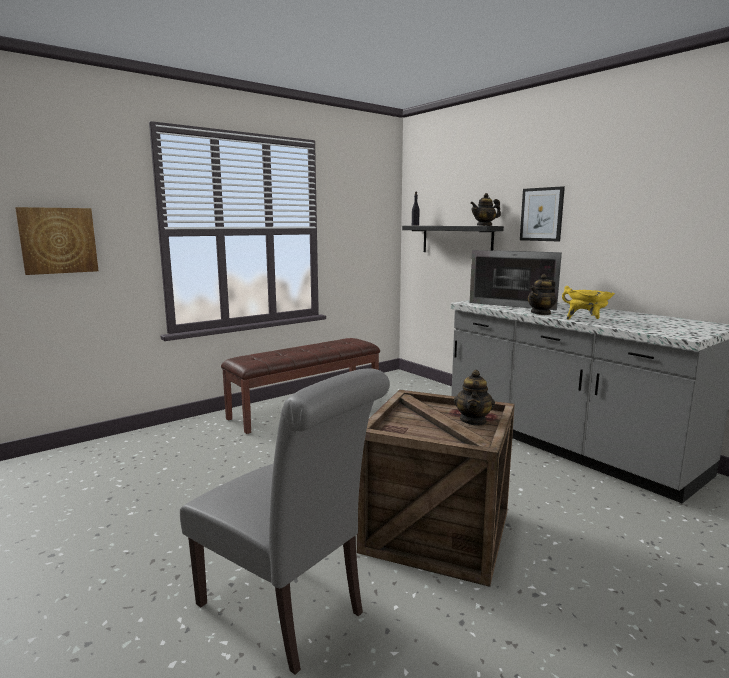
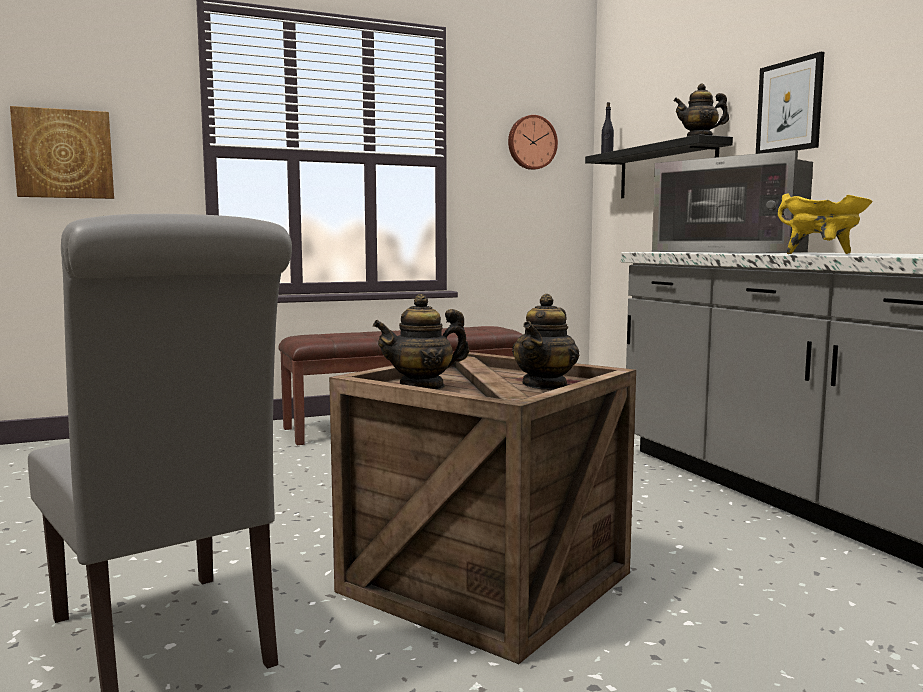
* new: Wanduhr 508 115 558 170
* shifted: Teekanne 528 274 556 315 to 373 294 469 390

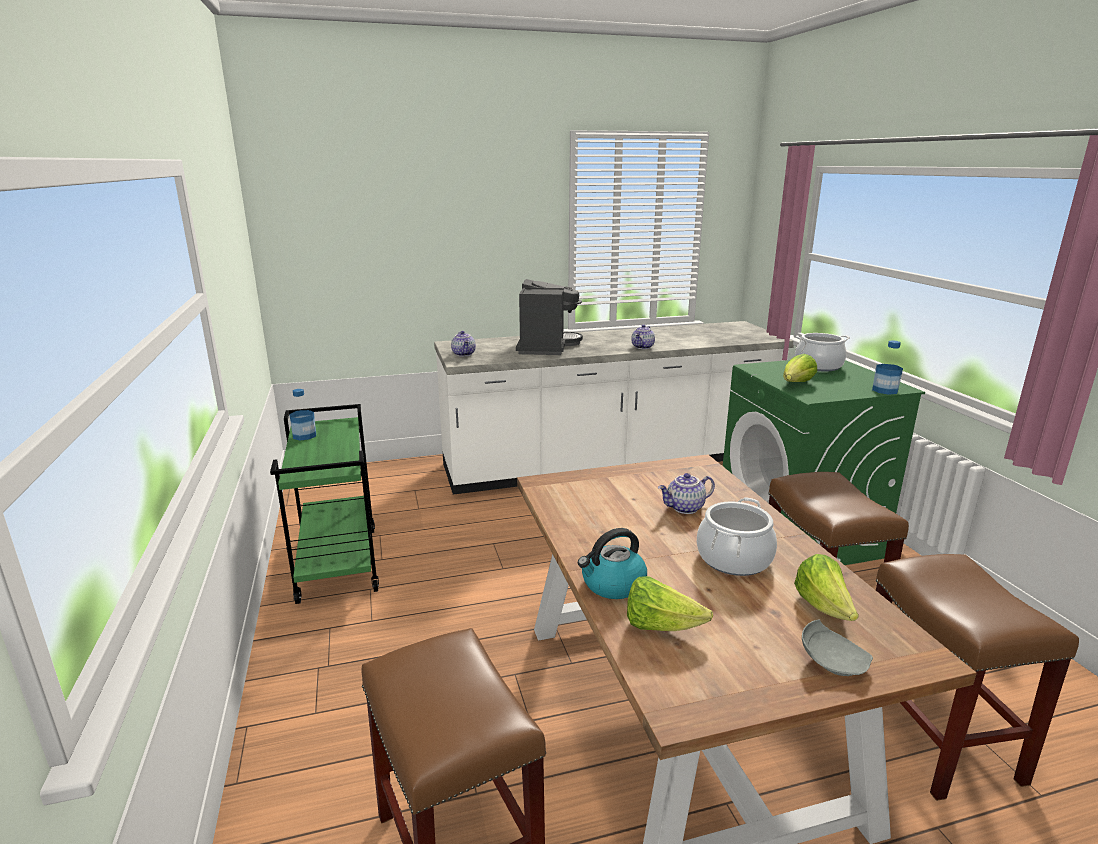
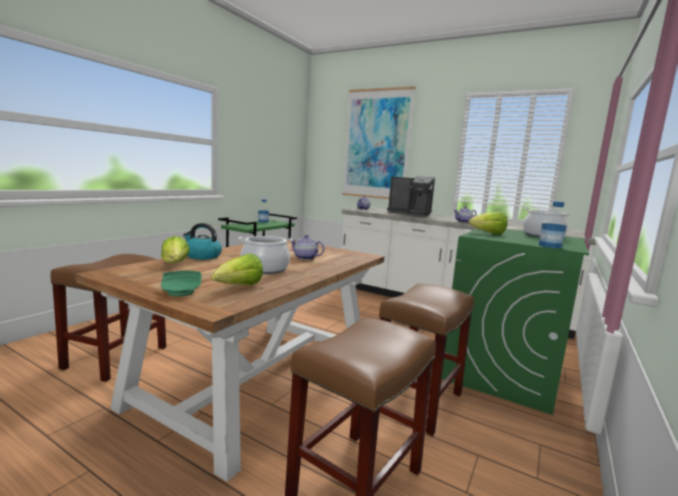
* new: Bild 342 86 415 199
* repainted: Teller [grau] 802 619 873 676 to Teller [grün] 161 271 202 297
* rotated: Kaffeemaschine 516 279 583 355 = 387 176 435 217 60 degrees clockwise

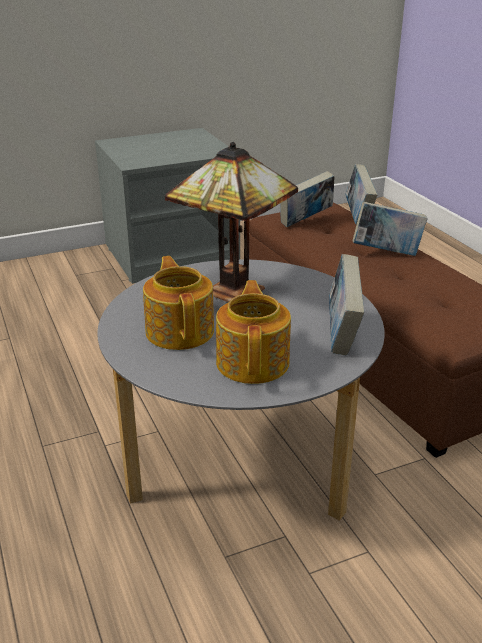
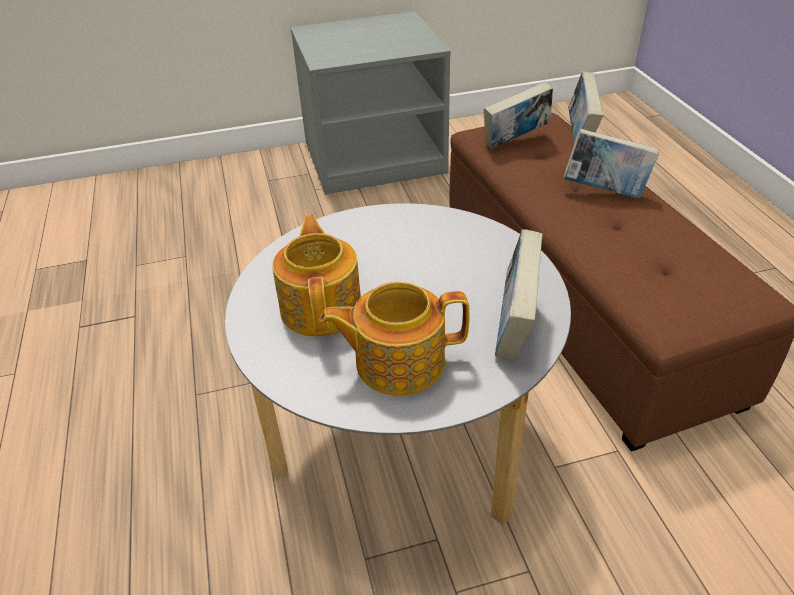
* gone: Tischlampe 165 142 298 302
* rotated: Teekanne 216 280 291 384 = 320 282 470 396 105 degrees counterclockwise

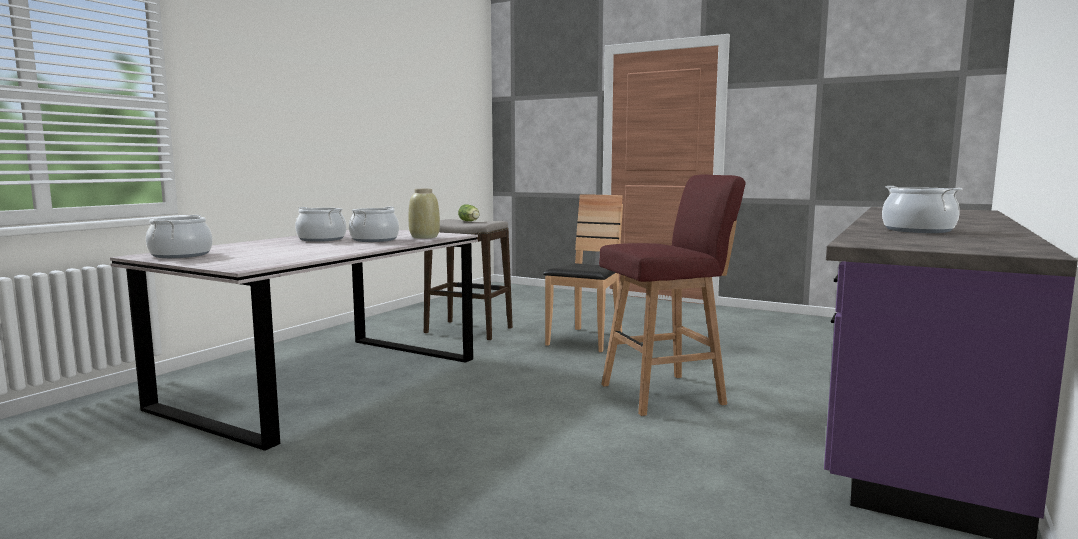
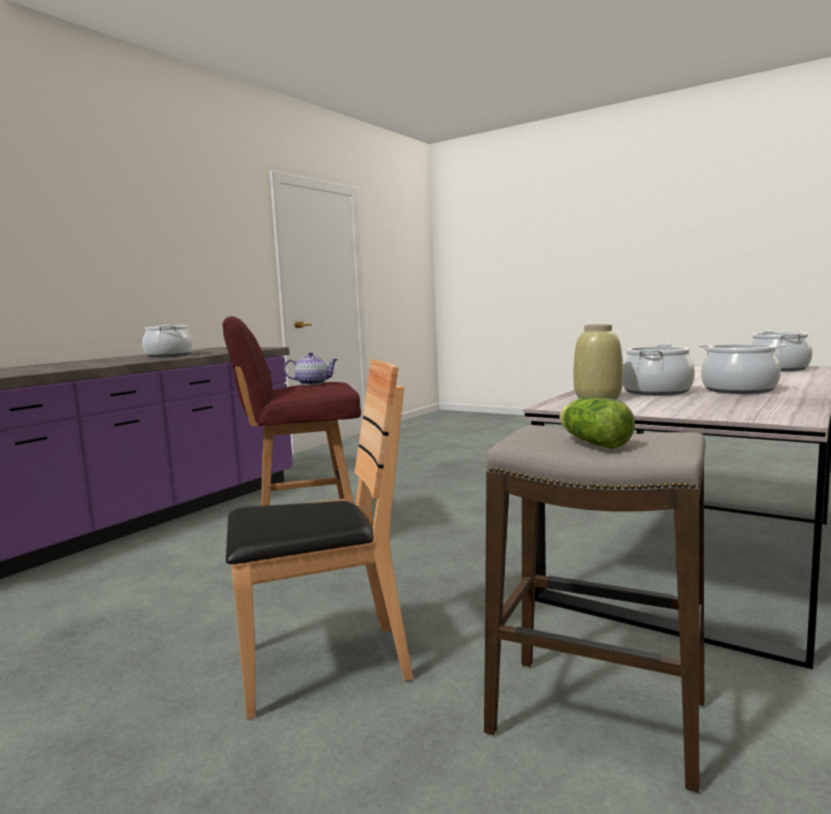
* new: Teekanne 284 352 338 385
* rotated: Stuhl [braun] 543 194 623 352 = 226 359 413 719 135 degrees counterclockwise

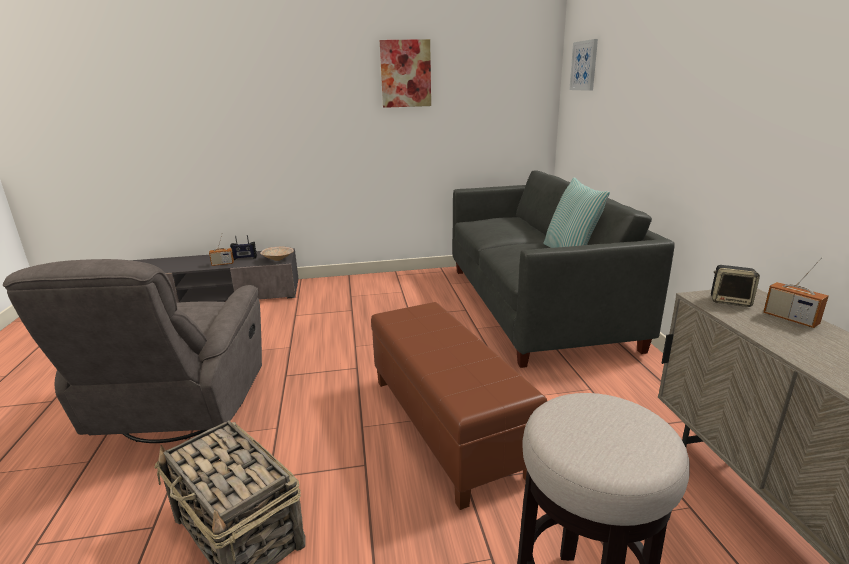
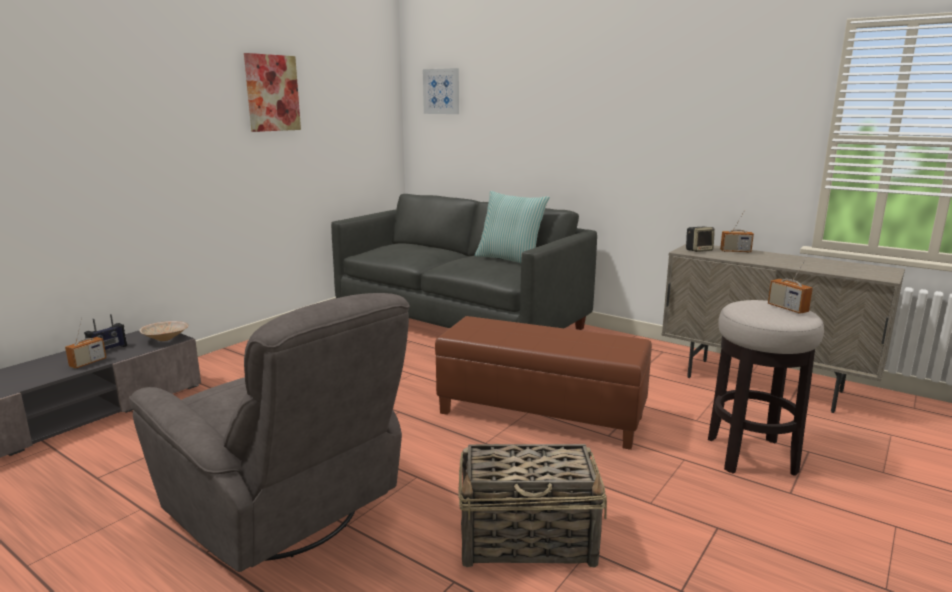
* new: Radio 768 256 813 314

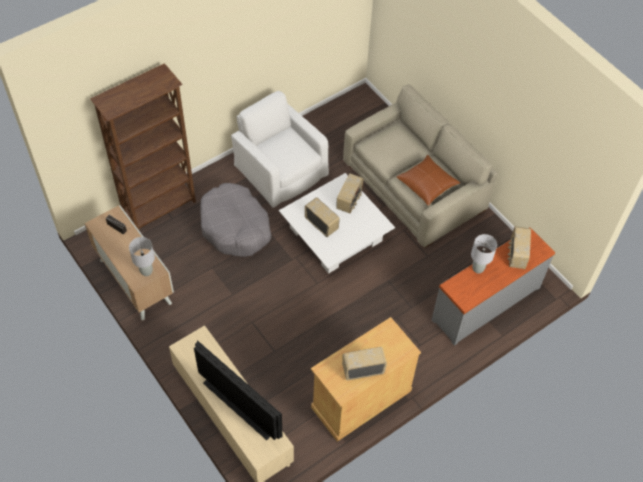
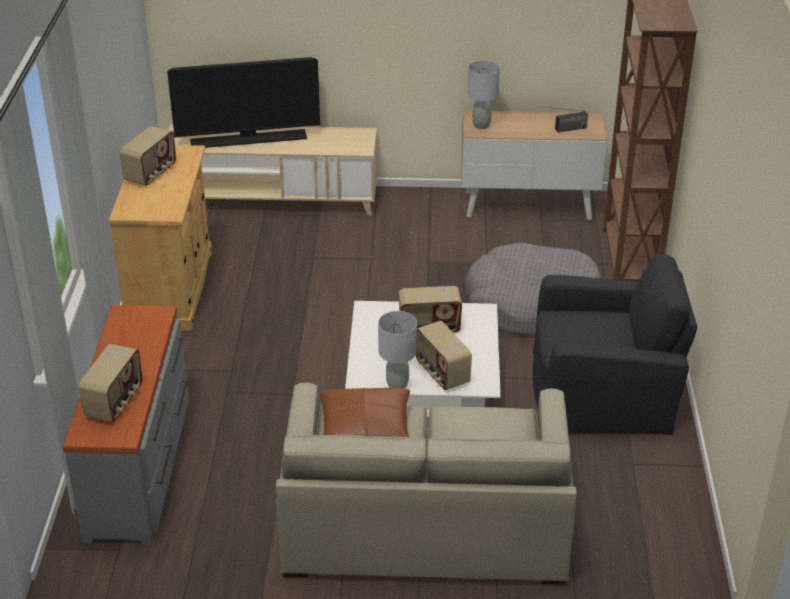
* shifted: Tischlampe [grau] 471 234 497 274 to 378 311 417 388
* repainted: Sessel [weiß] 231 91 329 208 to Sessel [schwarz] 533 254 697 435
* rotated: Radio 508 226 531 269 = 79 344 142 422 60 degrees clockwise

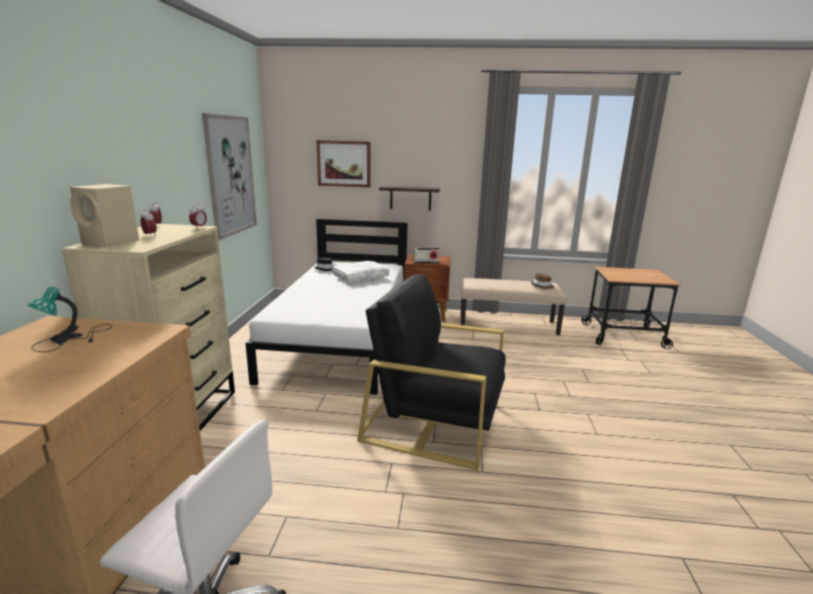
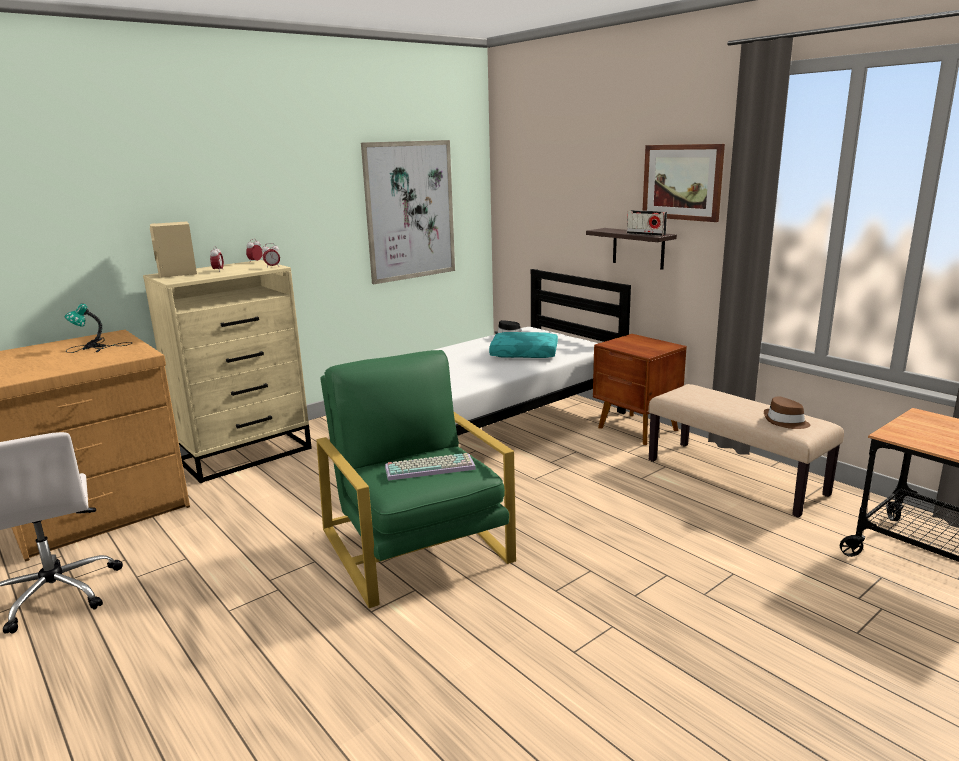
* new: Tastatur 385 453 476 481
* shifted: Bild 316 140 370 187 to 643 144 725 222
* shifted: Radio 414 248 440 263 to 627 210 667 236
* repainted: Kissen [weiß] 332 261 389 283 to Kissen [türkis] 489 332 558 358
* repainted: Sessel [schwarz] 357 274 506 471 to Sessel [grün] 316 350 516 608

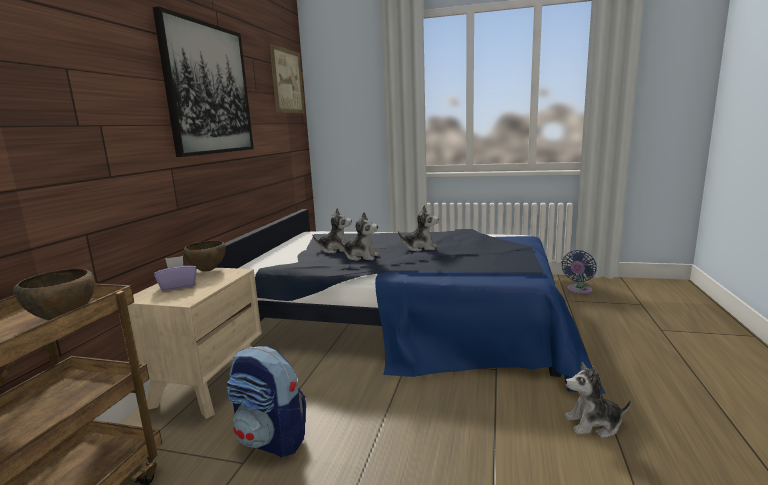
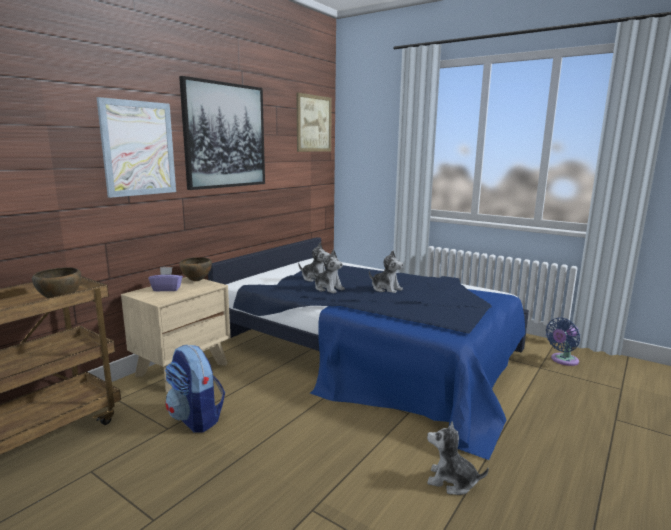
* new: Bild 96 97 176 198

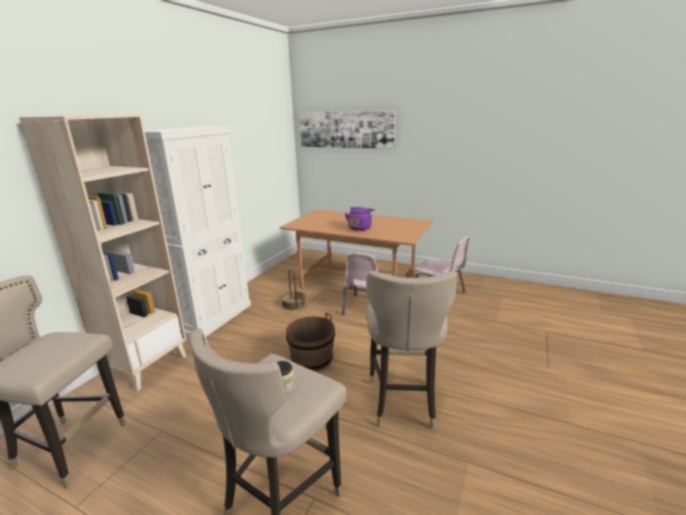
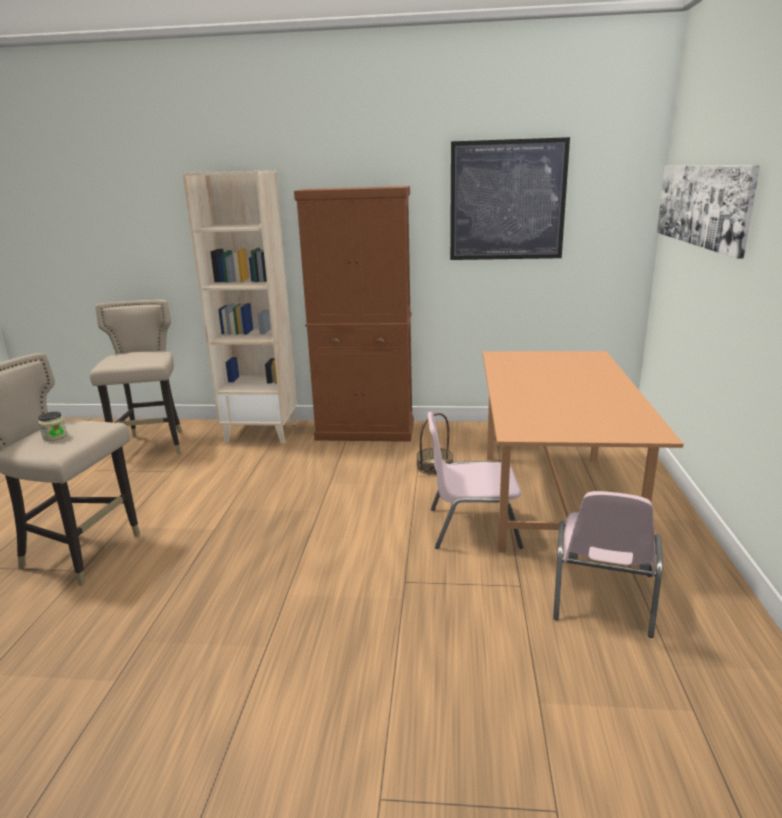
* gone: Eimer [braun] 286 312 335 372
* gone: Wasserkessel [lila] 345 207 375 231
* gone: Hocker [beige] 366 271 457 430
* new: Bild 450 137 570 260
* repainted: Schrank [weiß] 144 126 251 338 to Schrank [braun] 294 186 414 442

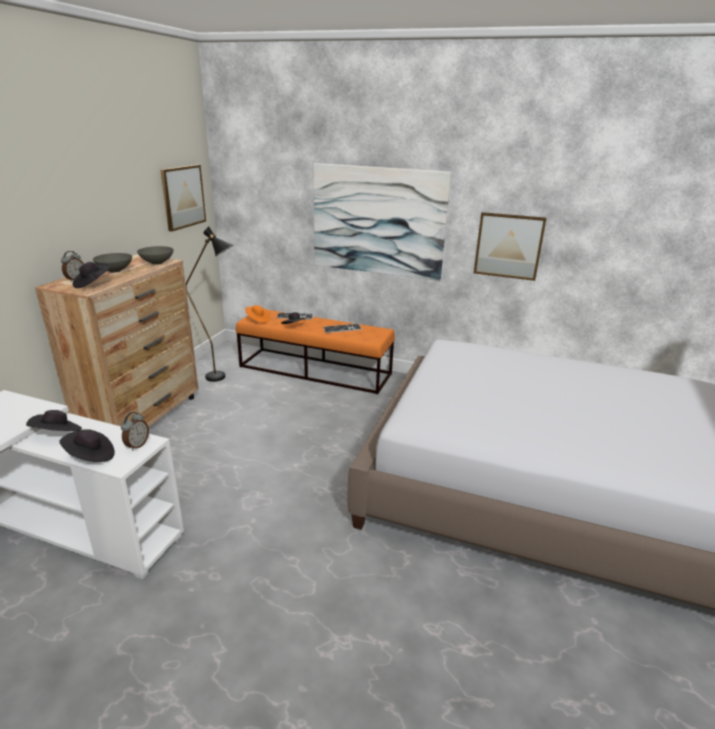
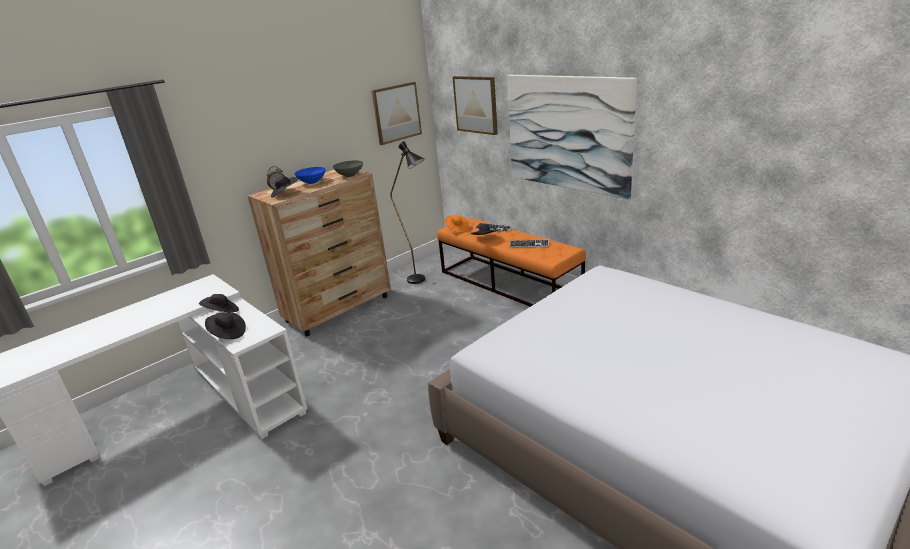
* gone: Wecker 121 412 149 451
* shifted: Bild 474 212 547 281 to 453 76 498 135
* repainted: Schüssel [grau] 93 253 132 273 to Schüssel [blau] 295 167 326 184

